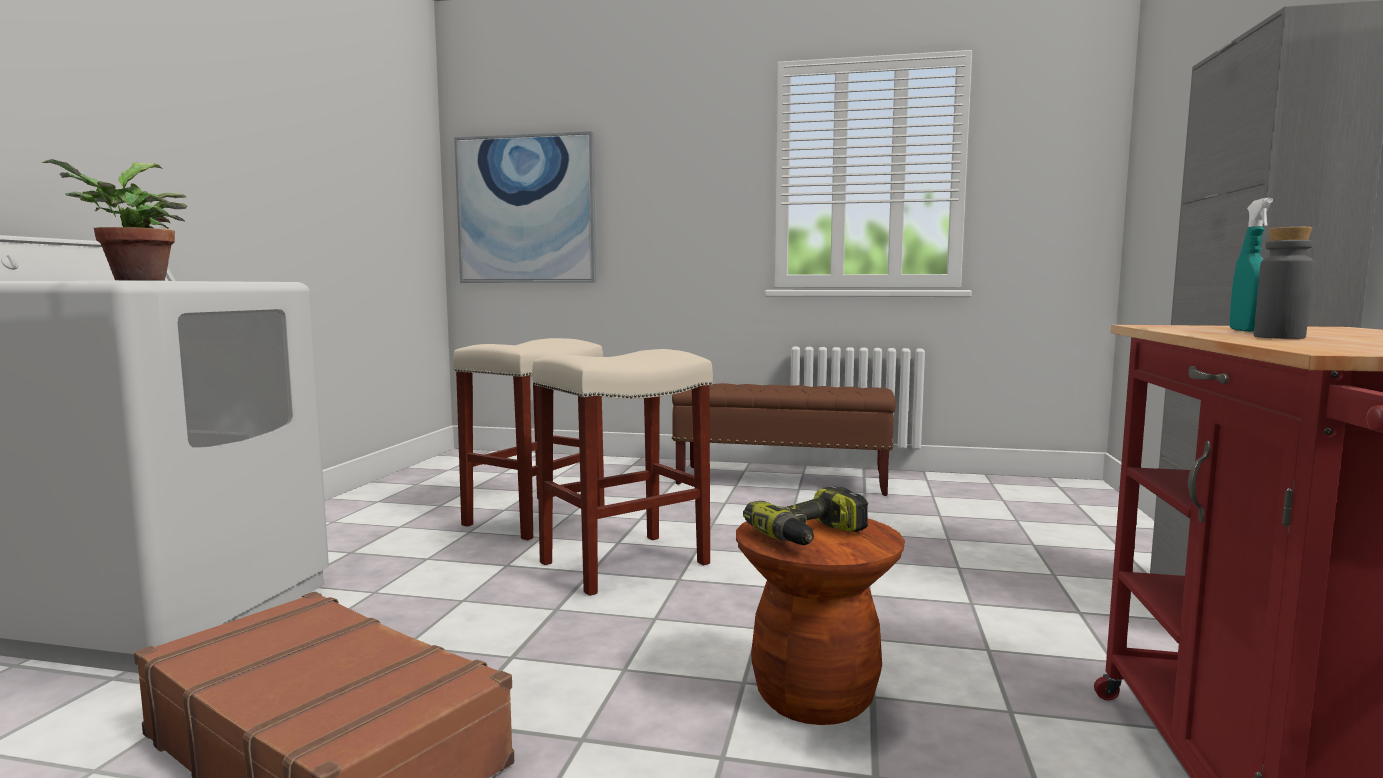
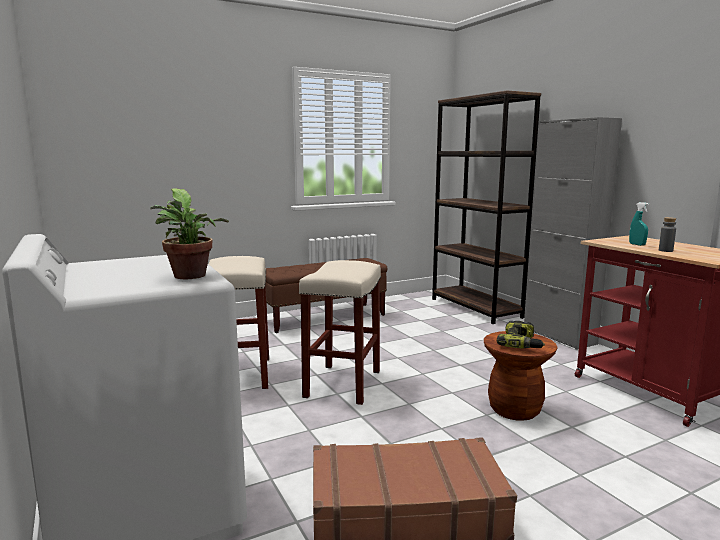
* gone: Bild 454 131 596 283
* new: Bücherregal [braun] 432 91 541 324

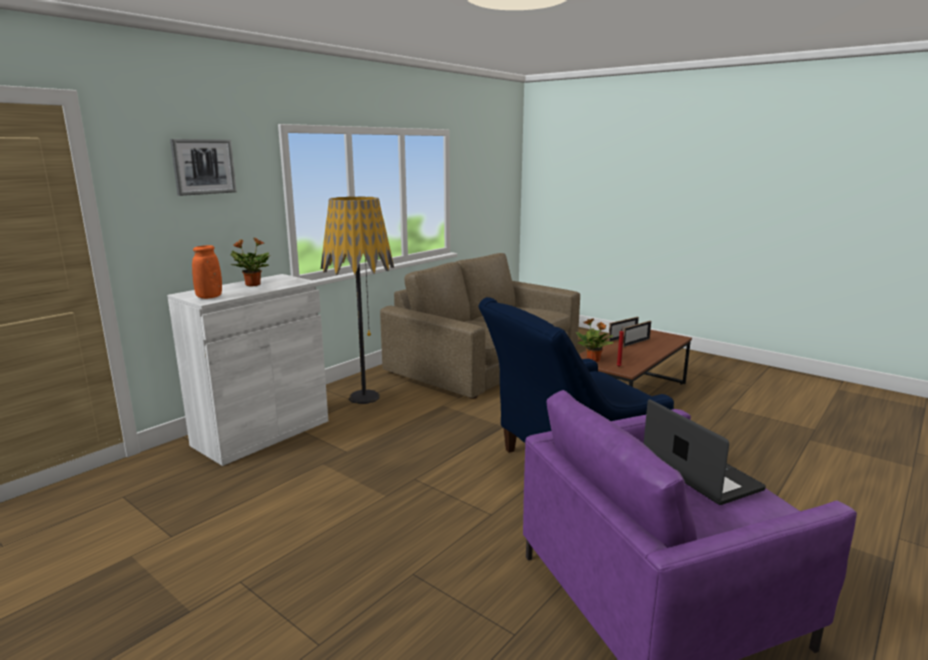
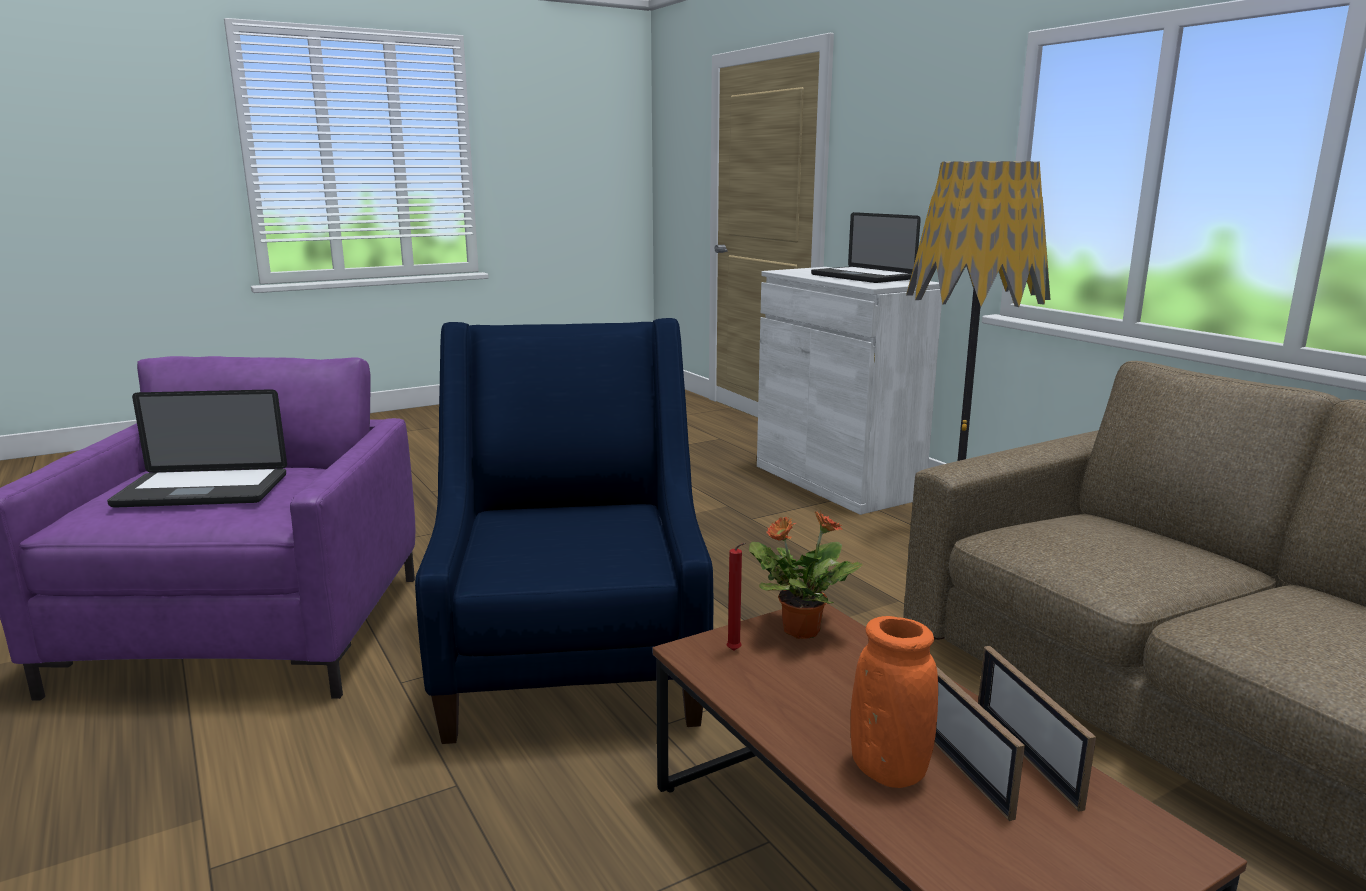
* gone: Bild 170 139 237 196
* shifted: Vase [orange] 192 245 222 299 to 850 616 938 788
* swapped: Topfpflanze 230 237 271 287 to Laptop 811 212 921 283

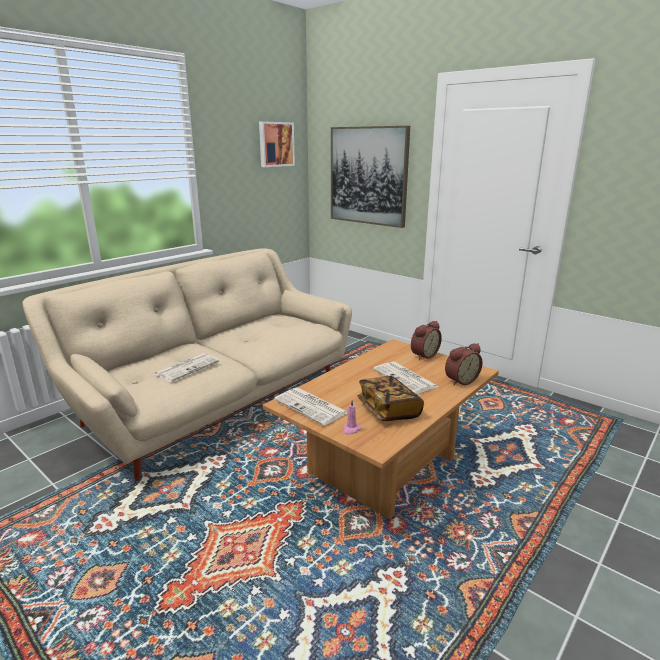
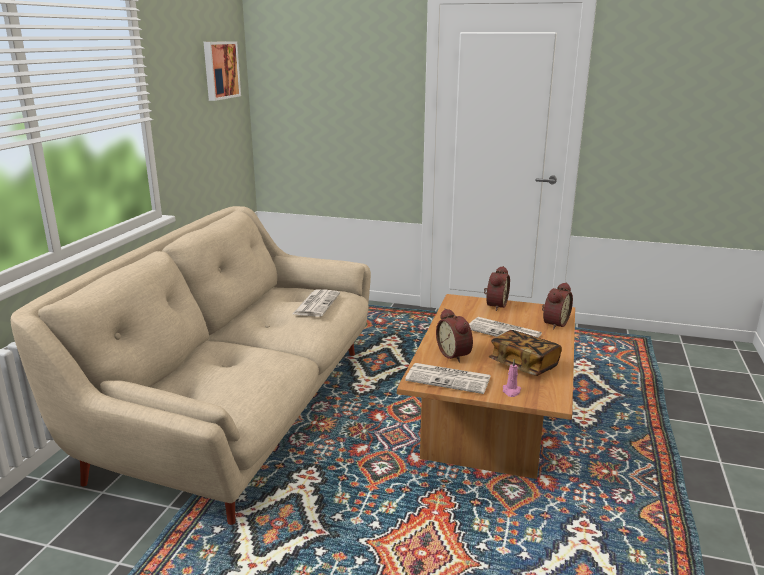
* gone: Bild 331 126 410 228
* new: Wecker 436 308 473 363
* shifted: Zeitung 155 353 219 382 to 293 289 340 317

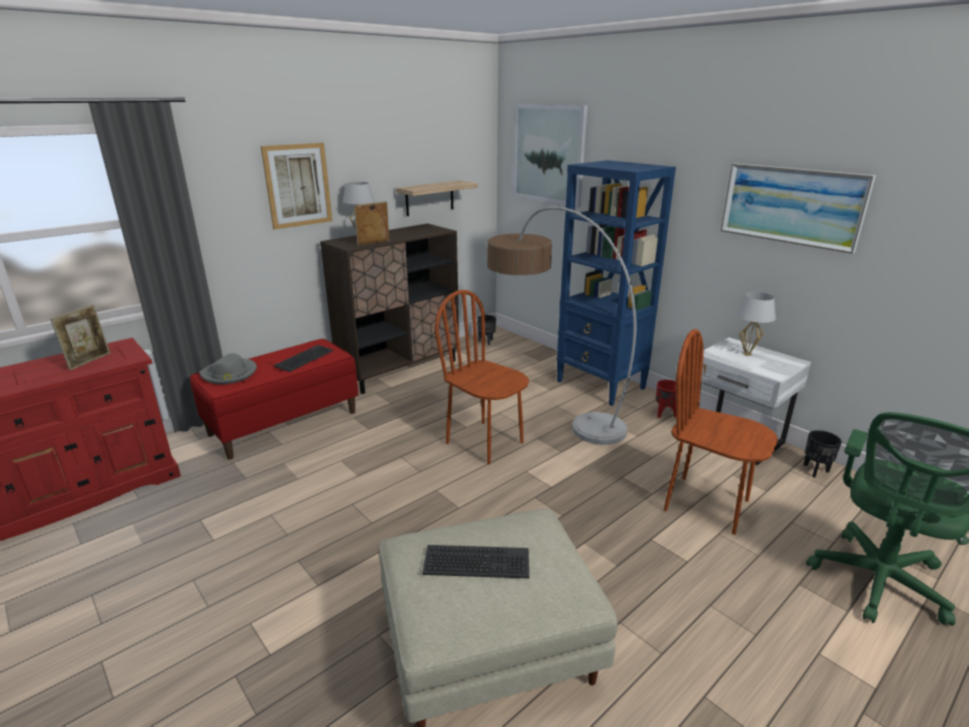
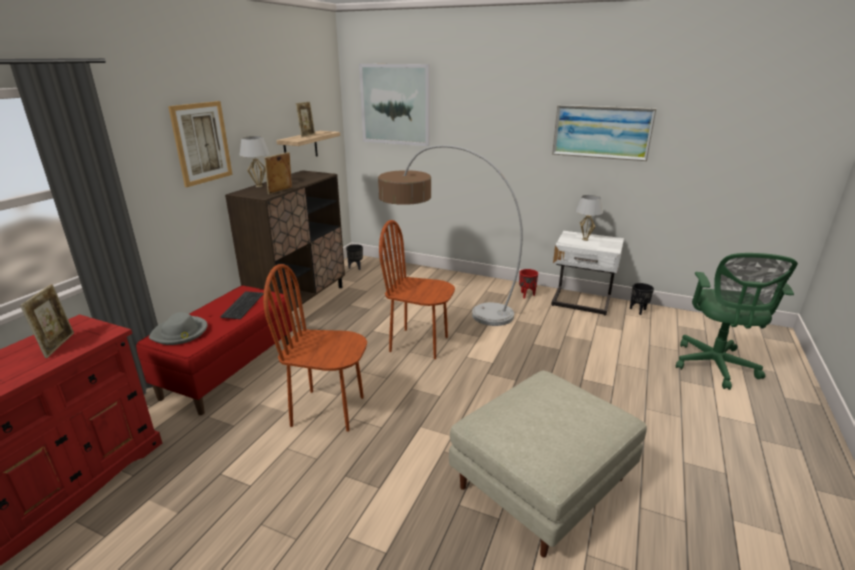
* gone: Tastatur 422 545 529 578
* gone: Bücherregal [blau] 556 160 676 406
* new: Bilderrahmen 296 102 315 137
* shifted: Stuhl [braun] 664 329 778 535 to 263 264 367 432

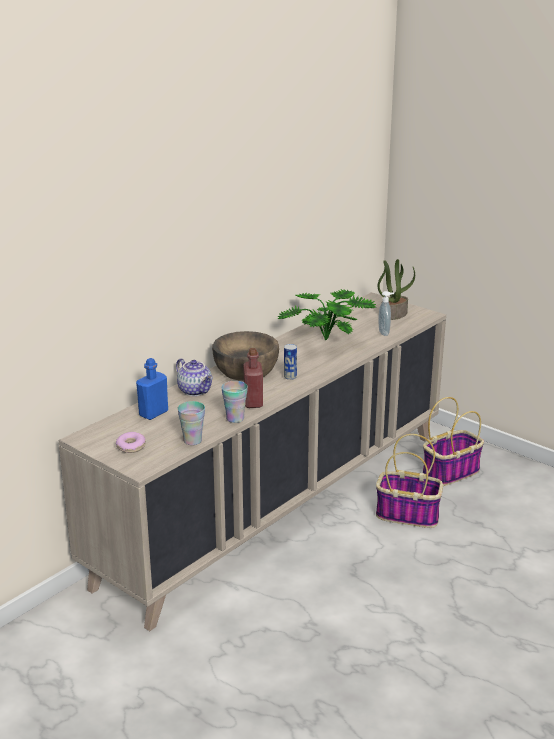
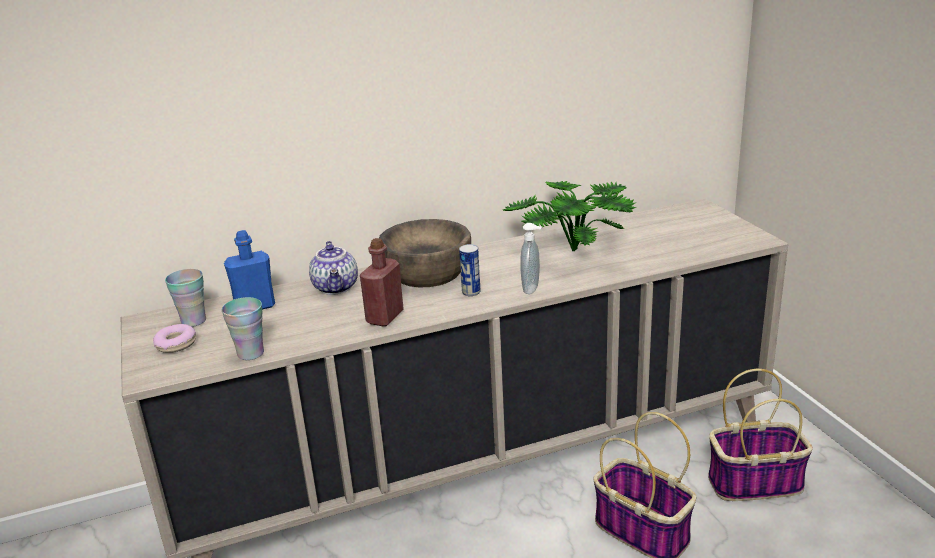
* gone: Topfpflanze 378 259 415 320
* shifted: Tasse 221 381 248 423 to 165 269 206 327
* shifted: Seifenspender 378 291 394 336 to 521 223 542 294

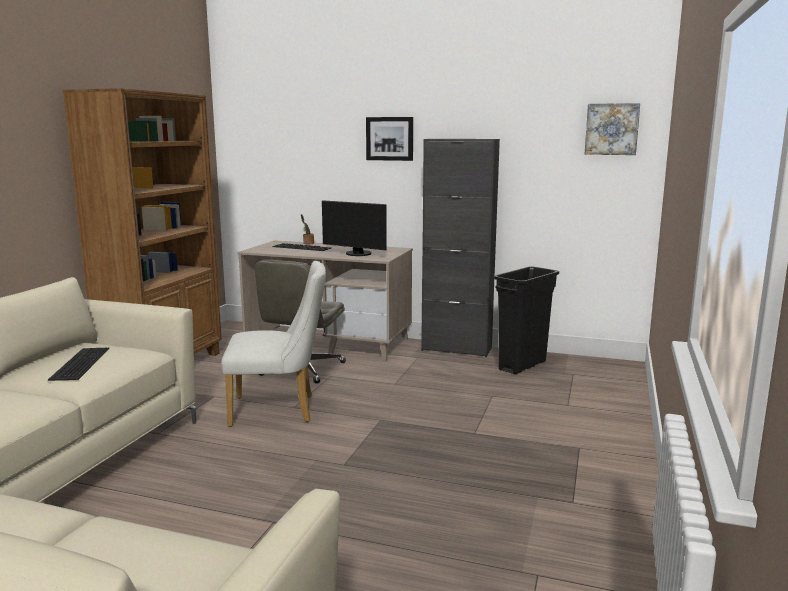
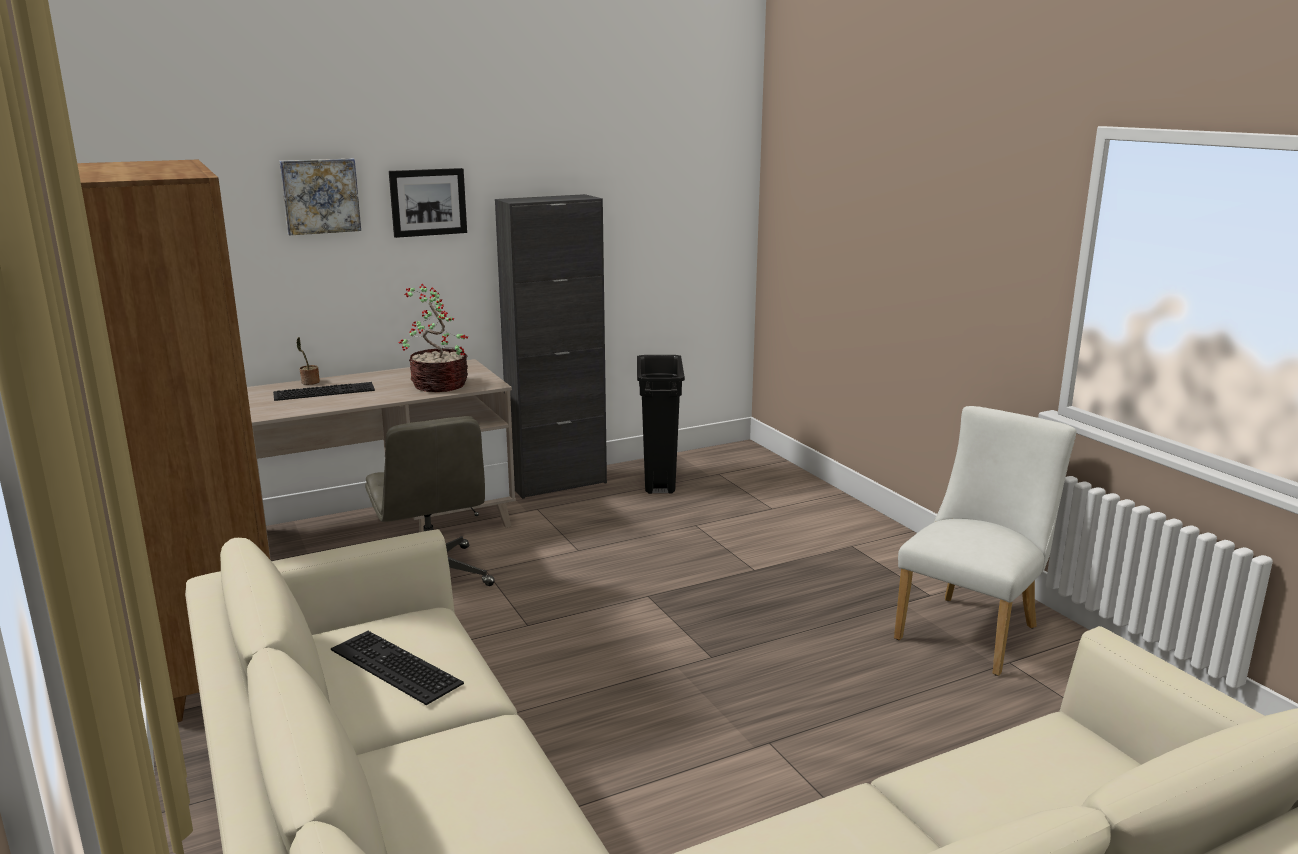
* shifted: Stuhl [weiß] 221 261 326 427 to 894 406 1076 676
* shifted: Bild 585 103 640 155 to 279 158 361 236
* swapped: Monitor 322 200 387 256 to Topfpflanze 399 284 468 392

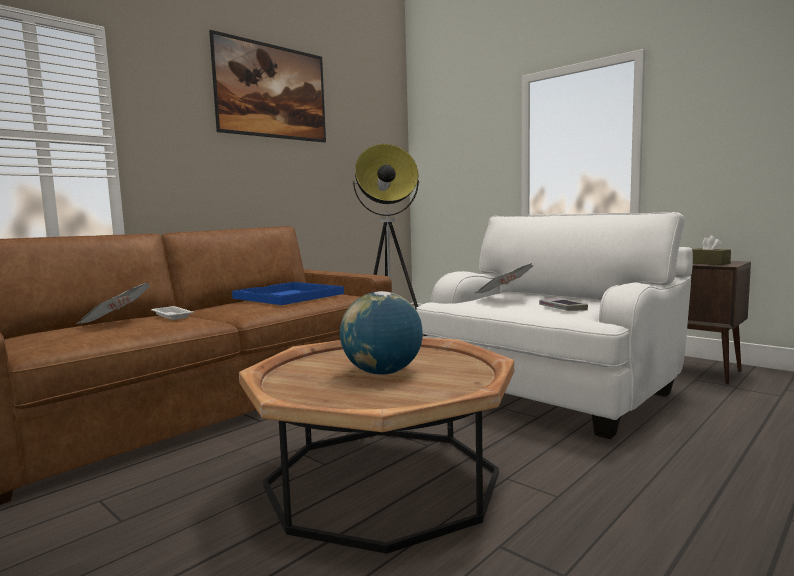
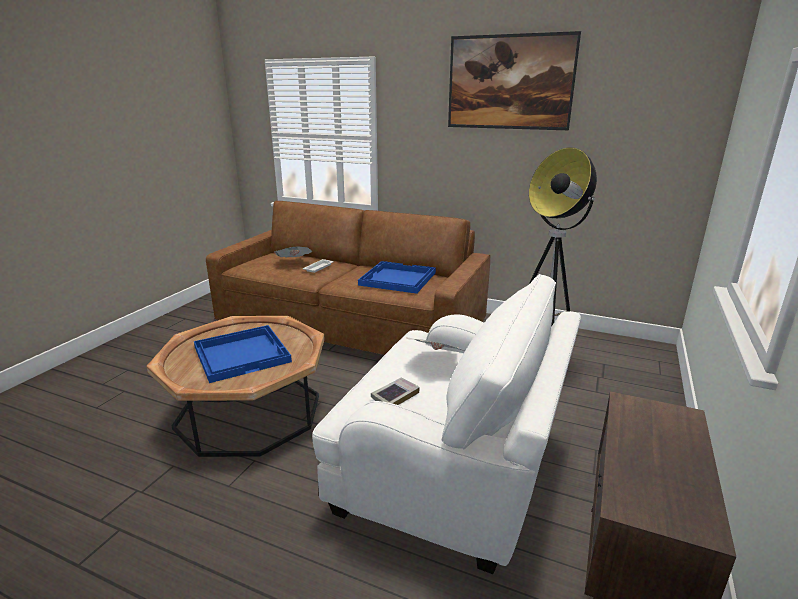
* gone: Taschentuchbox [braun] 692 236 731 265
* swapped: Globus 340 291 423 375 to Tablett [blau] 194 325 292 383

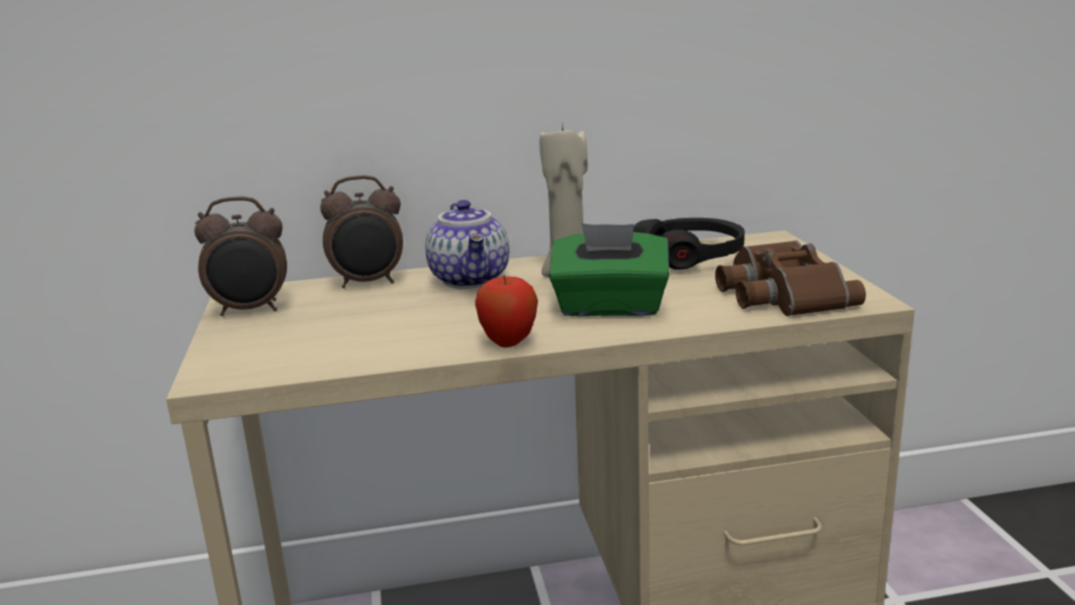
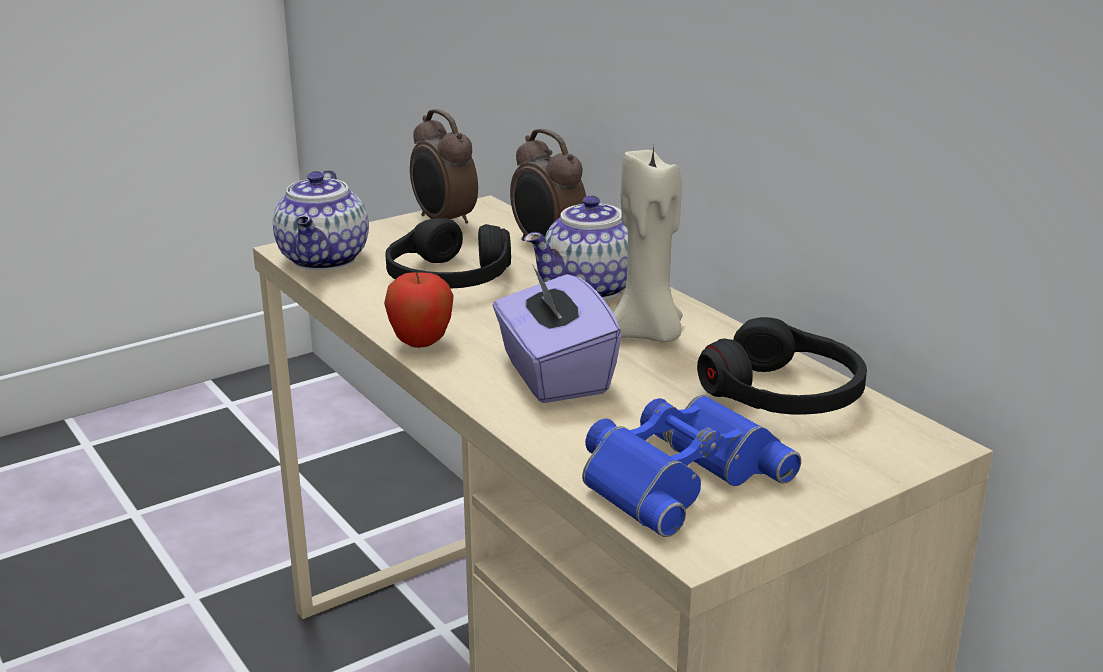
* new: Teekanne 273 170 369 270
* new: Kopfhörer [schwarz] 385 218 511 289
* repainted: Taschentuchbox [grün] 549 223 669 316 to Taschentuchbox [lila] 493 266 622 403
* repainted: Fernglas [braun] 715 240 866 316 to Fernglas [blau] 582 395 801 537

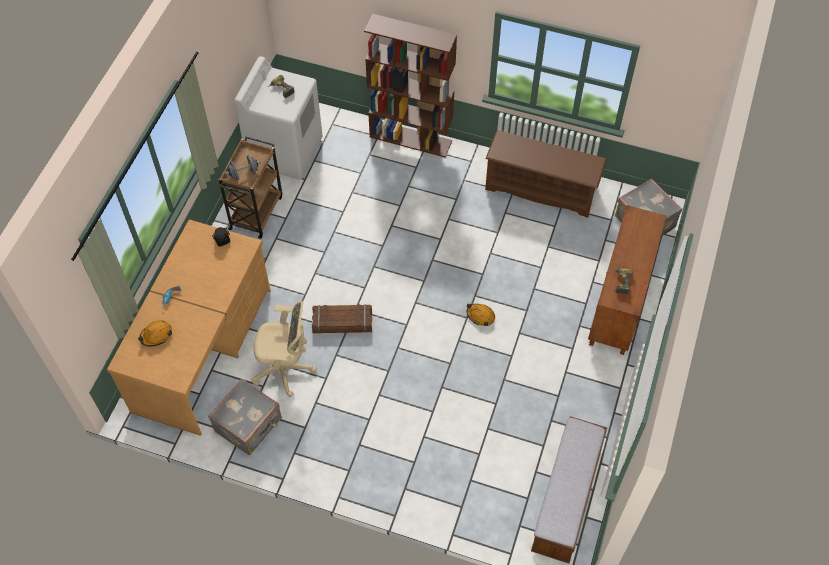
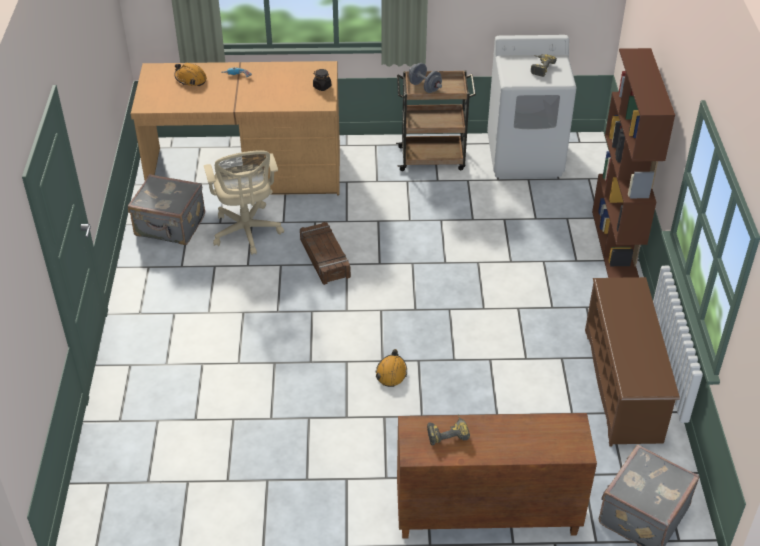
* gone: Bank 531 416 607 564

